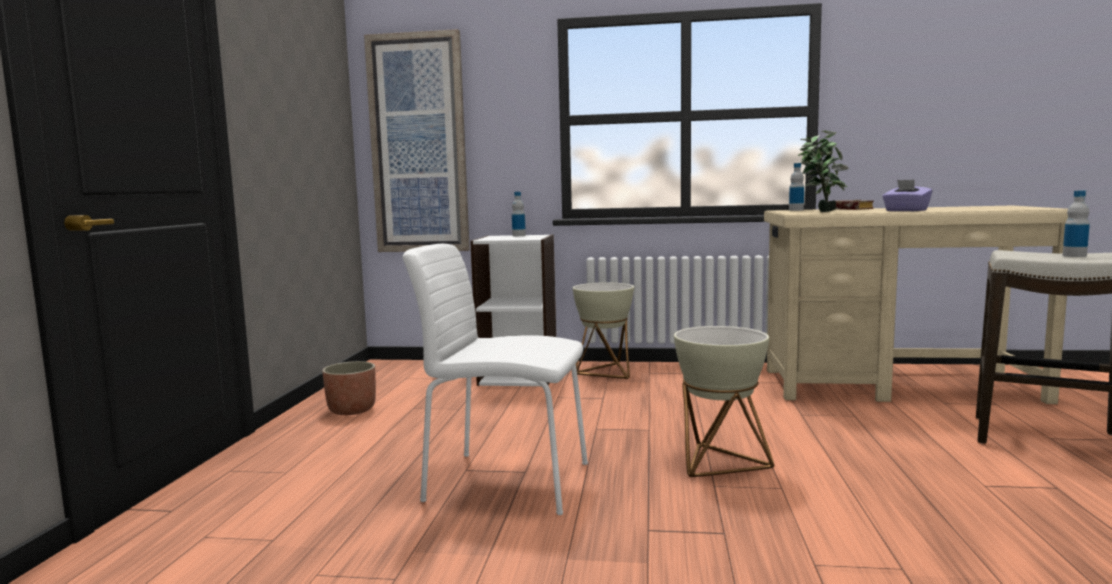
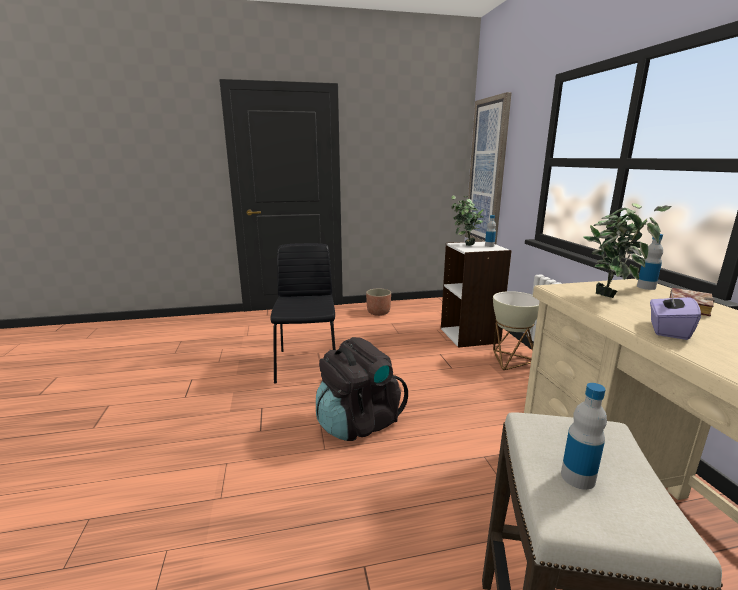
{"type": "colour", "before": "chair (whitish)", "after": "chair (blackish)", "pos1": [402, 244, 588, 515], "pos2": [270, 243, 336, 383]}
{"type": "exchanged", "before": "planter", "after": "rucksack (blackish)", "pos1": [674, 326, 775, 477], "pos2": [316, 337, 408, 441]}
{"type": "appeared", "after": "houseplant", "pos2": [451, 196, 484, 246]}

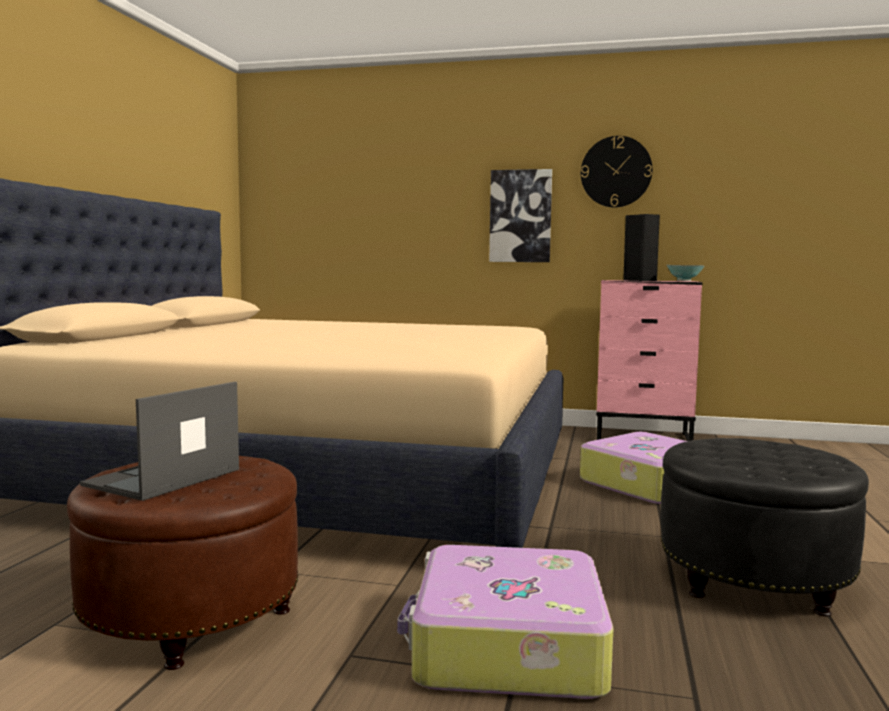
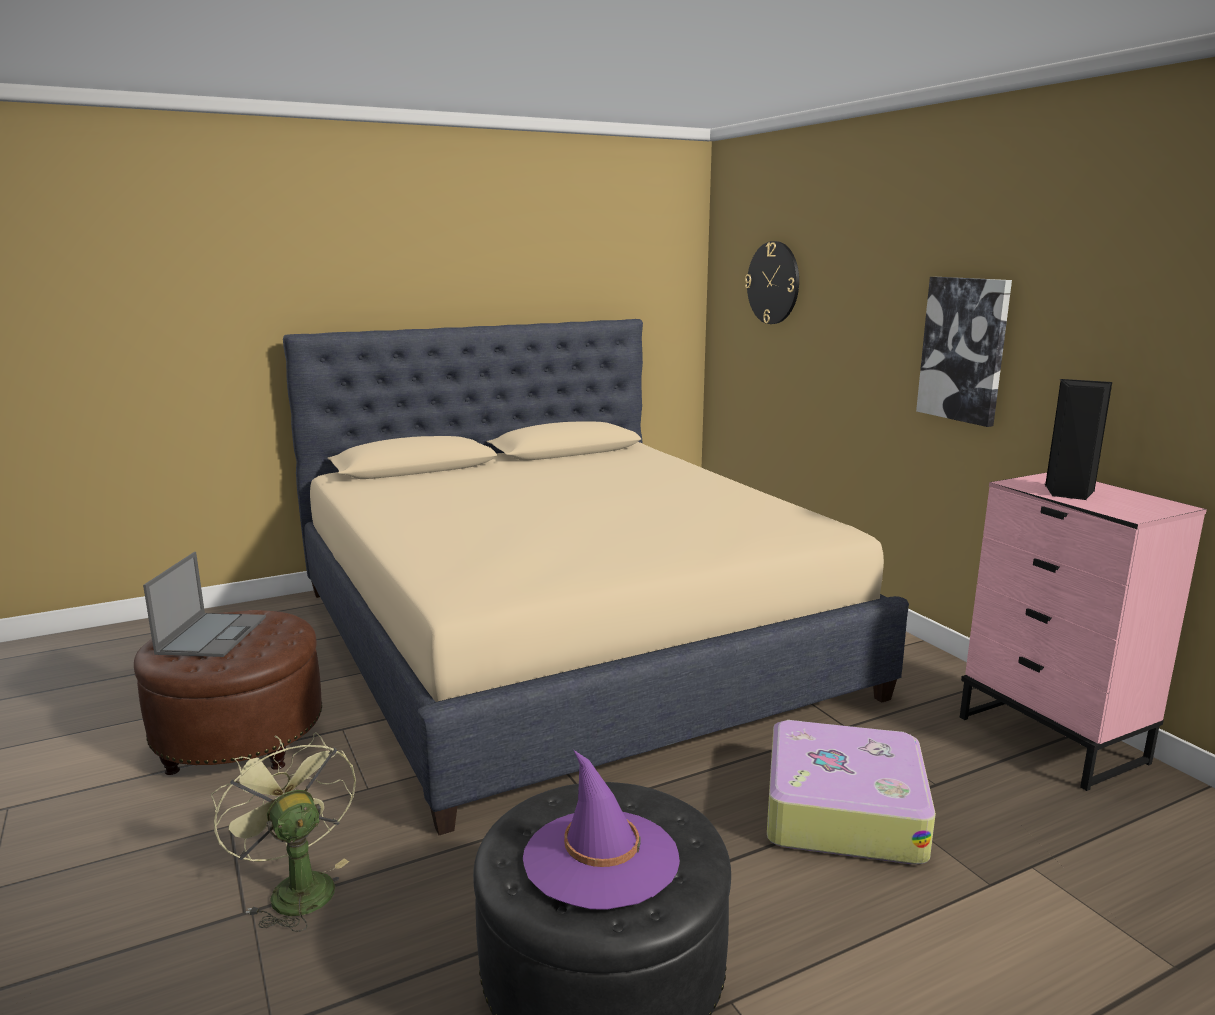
{"type": "spun", "before": "portable computer", "pos1": [80, 382, 239, 501], "pos2": [143, 552, 266, 657], "turn": 105}
{"type": "exchanged", "before": "travel case", "after": "fan (greenish)", "pos1": [397, 545, 613, 699], "pos2": [211, 732, 356, 932]}
{"type": "appeared", "after": "hat (purple-coloured)", "pos2": [523, 750, 680, 910]}
{"type": "relocated", "before": "wall clock", "pos1": [581, 136, 652, 207], "pos2": [745, 241, 799, 324]}
{"type": "missing", "before": "bowl", "pos1": [666, 265, 705, 281]}

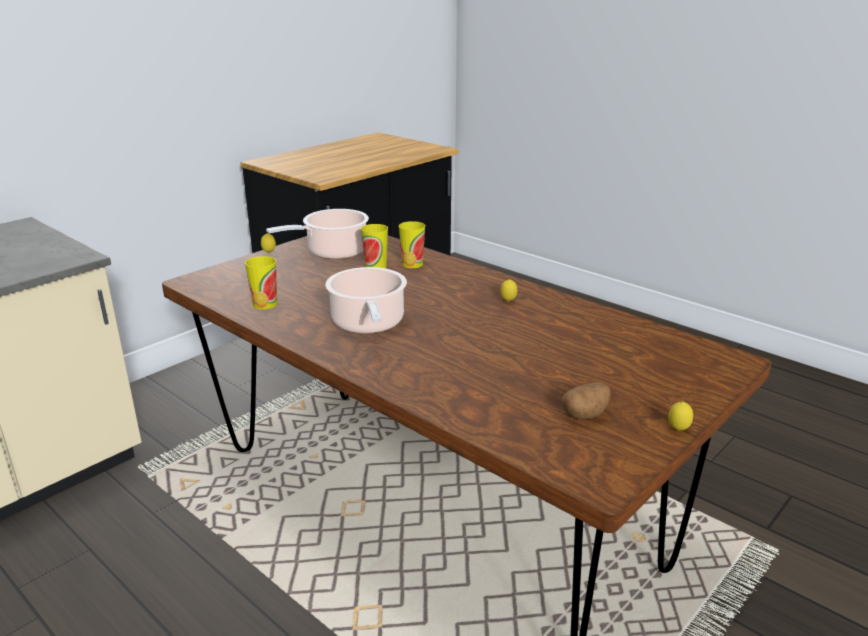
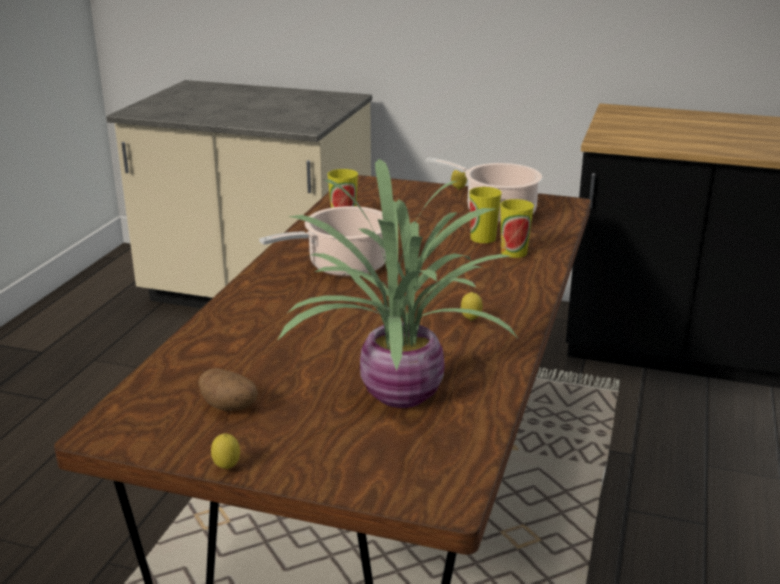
{"type": "appeared", "after": "houseplant", "pos2": [277, 159, 517, 408]}

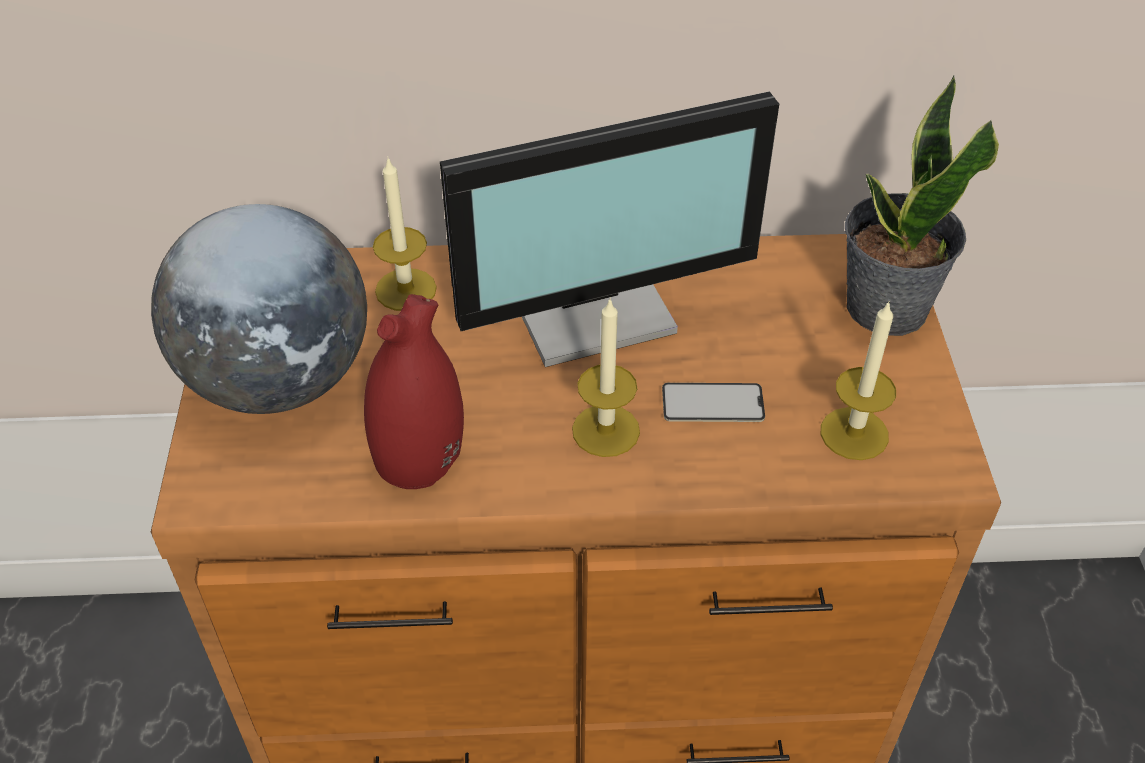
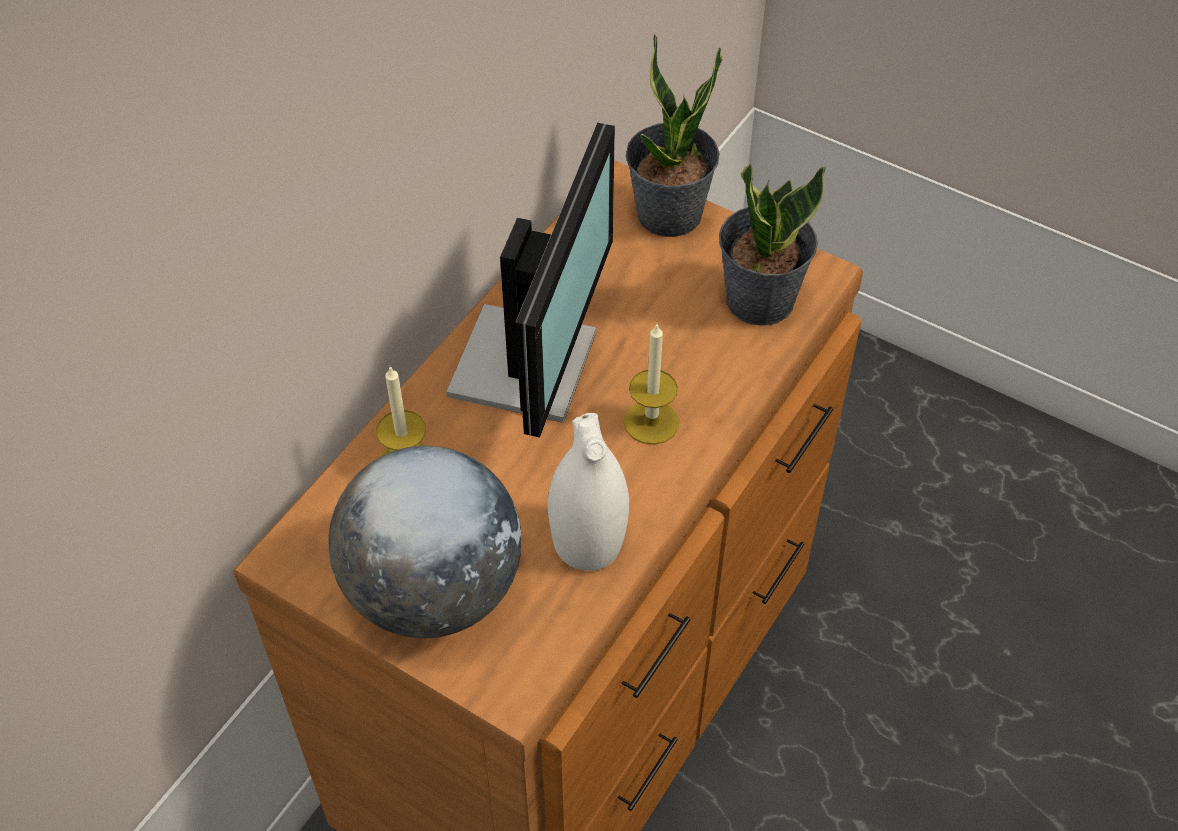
{"type": "colour", "before": "vase (red)", "after": "vase (whitish)", "pos1": [364, 294, 464, 489], "pos2": [548, 413, 629, 571]}
{"type": "exchanged", "before": "candle", "after": "houseplant", "pos1": [821, 301, 896, 460], "pos2": [719, 163, 826, 326]}
{"type": "missing", "before": "telephone", "pos1": [662, 383, 765, 422]}

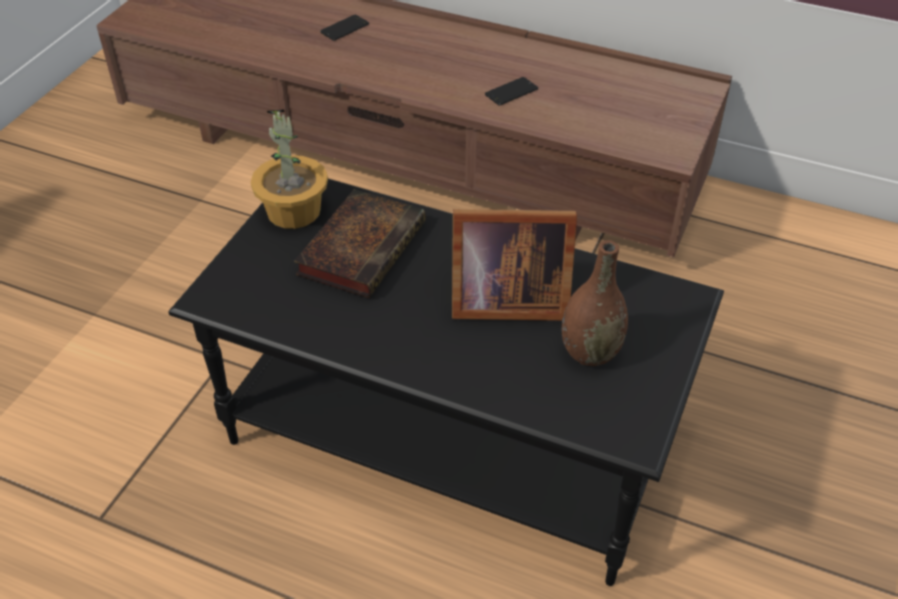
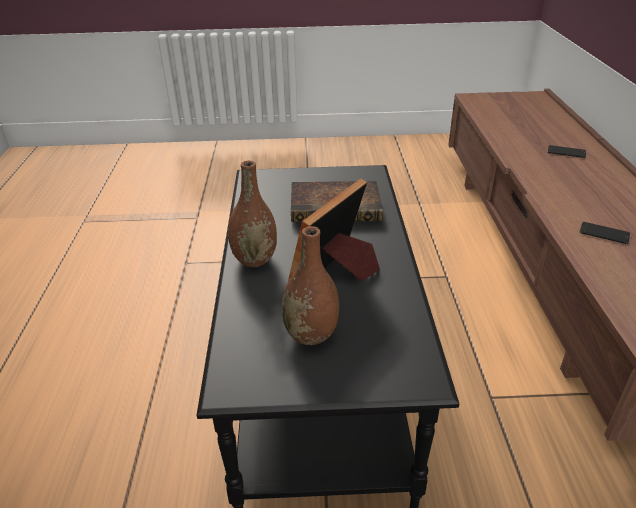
{"type": "appeared", "after": "vase (brown-coloured)", "pos2": [228, 161, 277, 267]}
{"type": "spun", "before": "photo frame", "pos1": [452, 209, 577, 321], "pos2": [288, 179, 380, 281], "turn": 60}
{"type": "missing", "before": "houseplant", "pos1": [251, 109, 328, 229]}

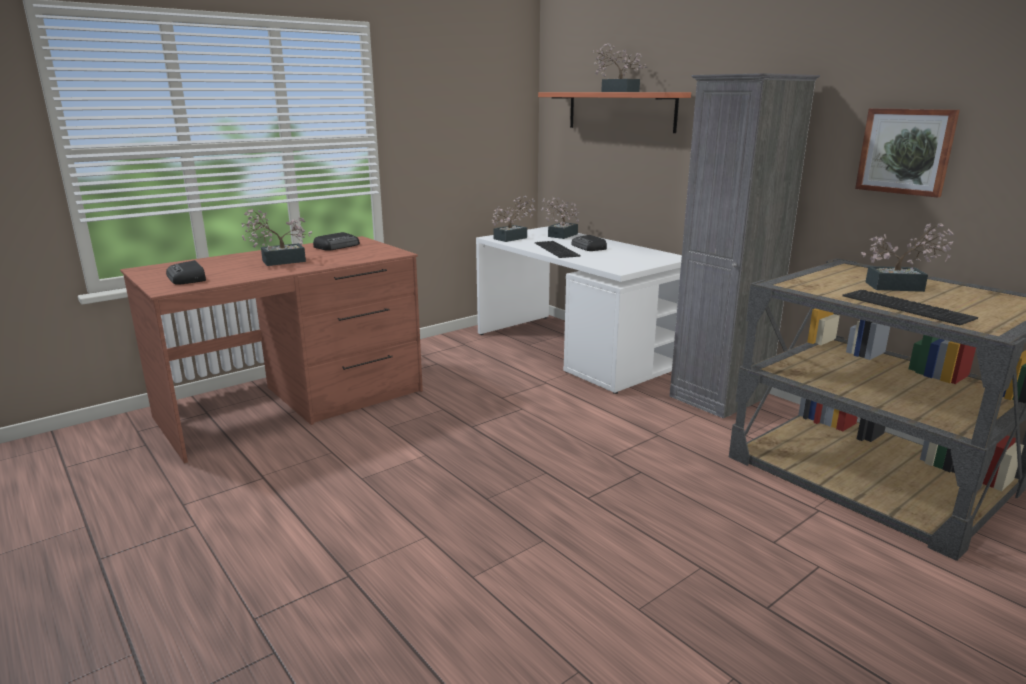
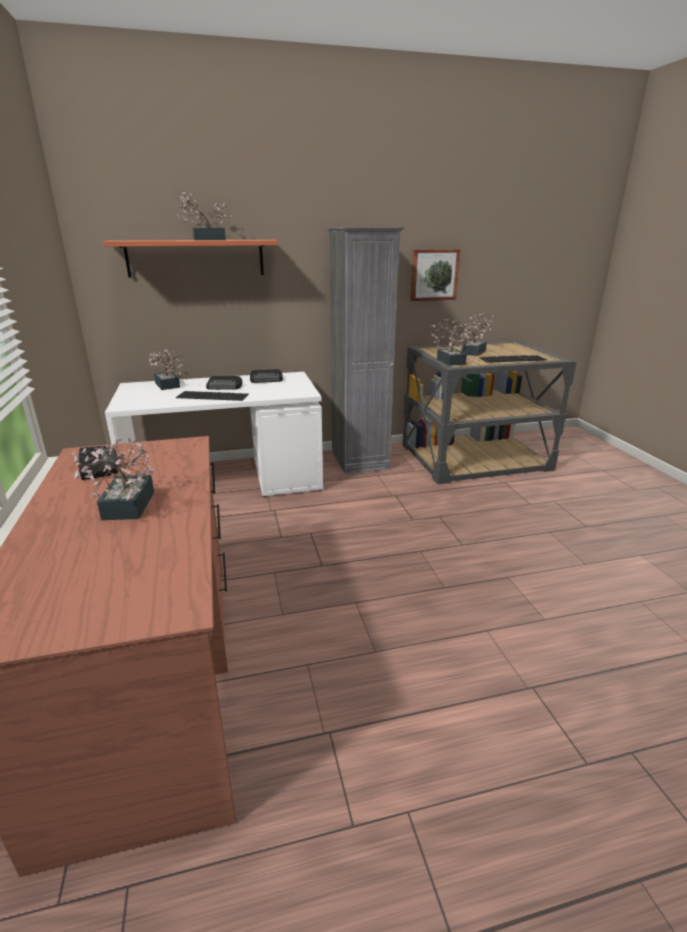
{"type": "relocated", "before": "radio set", "pos1": [166, 260, 206, 285], "pos2": [250, 369, 283, 383]}
{"type": "relocated", "before": "houseplant", "pos1": [491, 196, 536, 242], "pos2": [430, 319, 473, 366]}

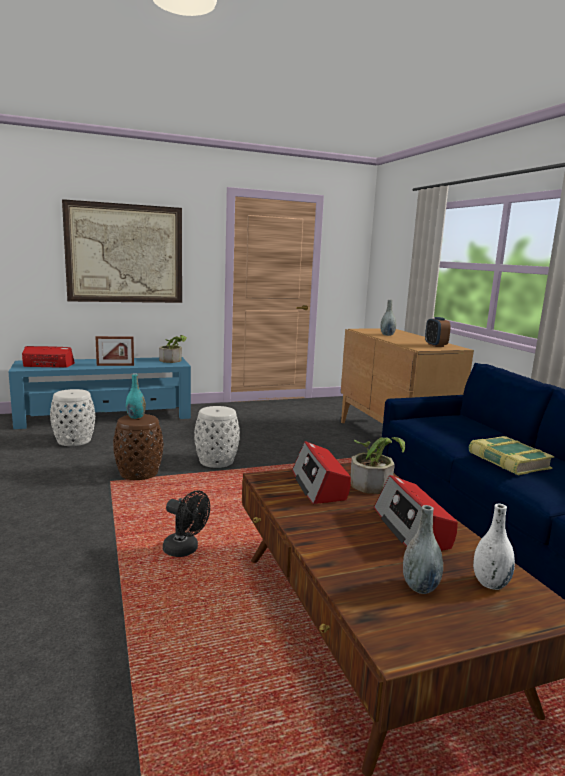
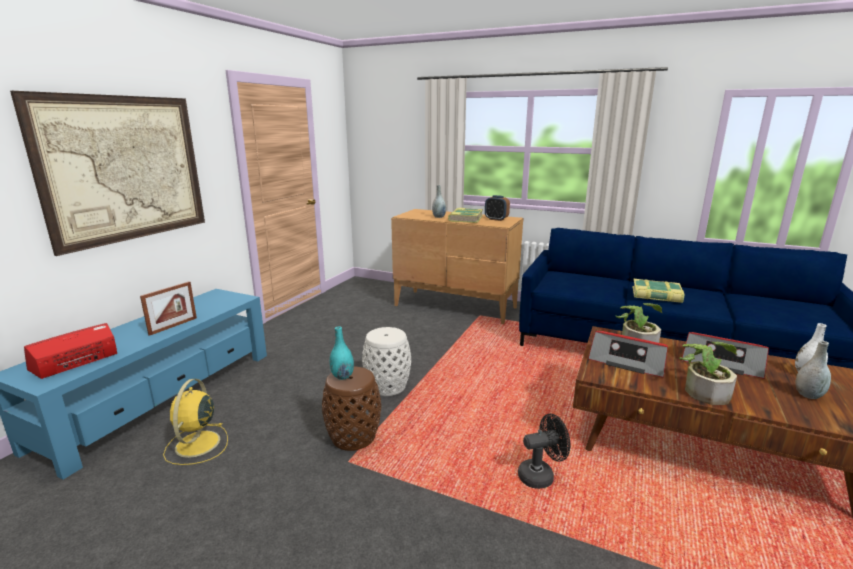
{"type": "exchanged", "before": "stool seat (whitish)", "after": "fan (yellowish)", "pos1": [50, 389, 95, 446], "pos2": [163, 379, 228, 465]}
{"type": "appeared", "after": "volume", "pos2": [448, 208, 483, 223]}
{"type": "relocated", "before": "houseplant", "pos1": [159, 335, 187, 363], "pos2": [679, 342, 737, 405]}

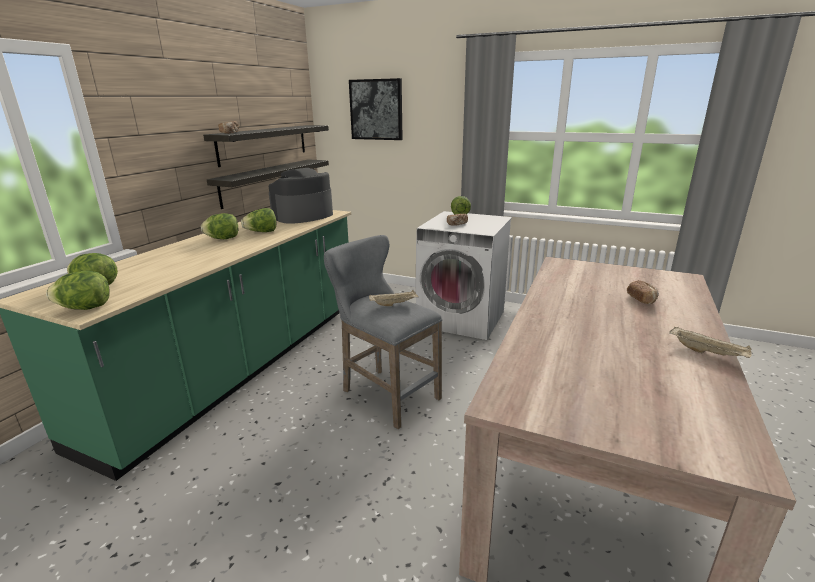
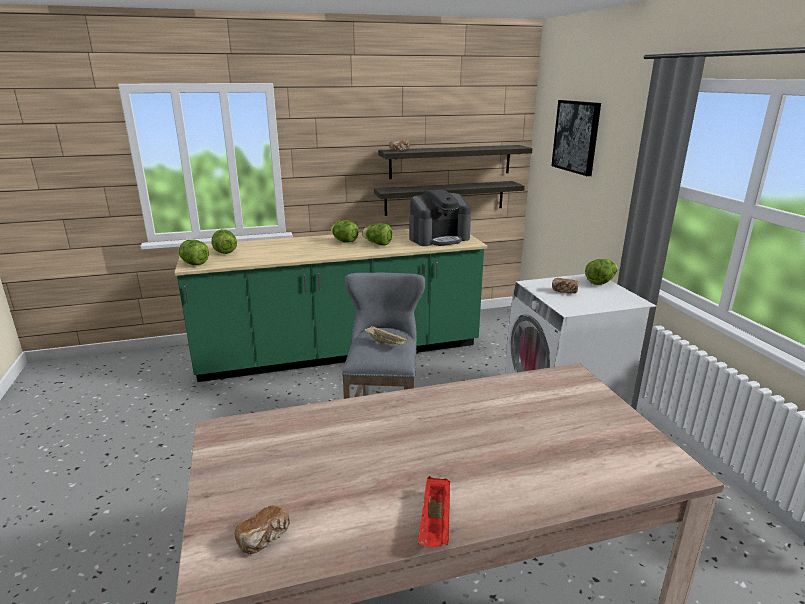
{"type": "relocated", "before": "baked bread", "pos1": [627, 280, 659, 304], "pos2": [235, 505, 290, 554]}
{"type": "spun", "before": "coffee machine", "pos1": [269, 168, 333, 224], "pos2": [409, 189, 471, 246], "turn": 150}
{"type": "colour", "before": "tray (sand-coloured)", "after": "tray (red)", "pos1": [669, 327, 752, 358], "pos2": [418, 476, 450, 547]}

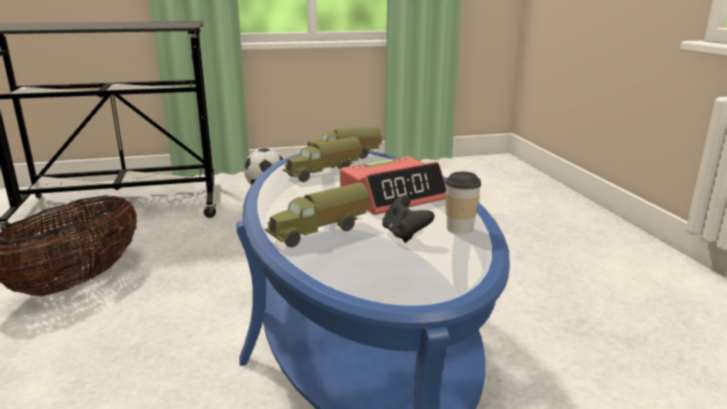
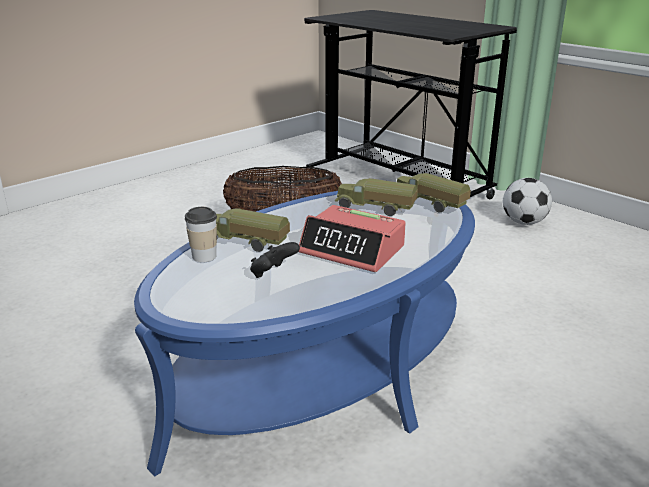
{"type": "relocated", "before": "drinking cup", "pos1": [445, 172, 481, 234], "pos2": [185, 207, 217, 262]}

